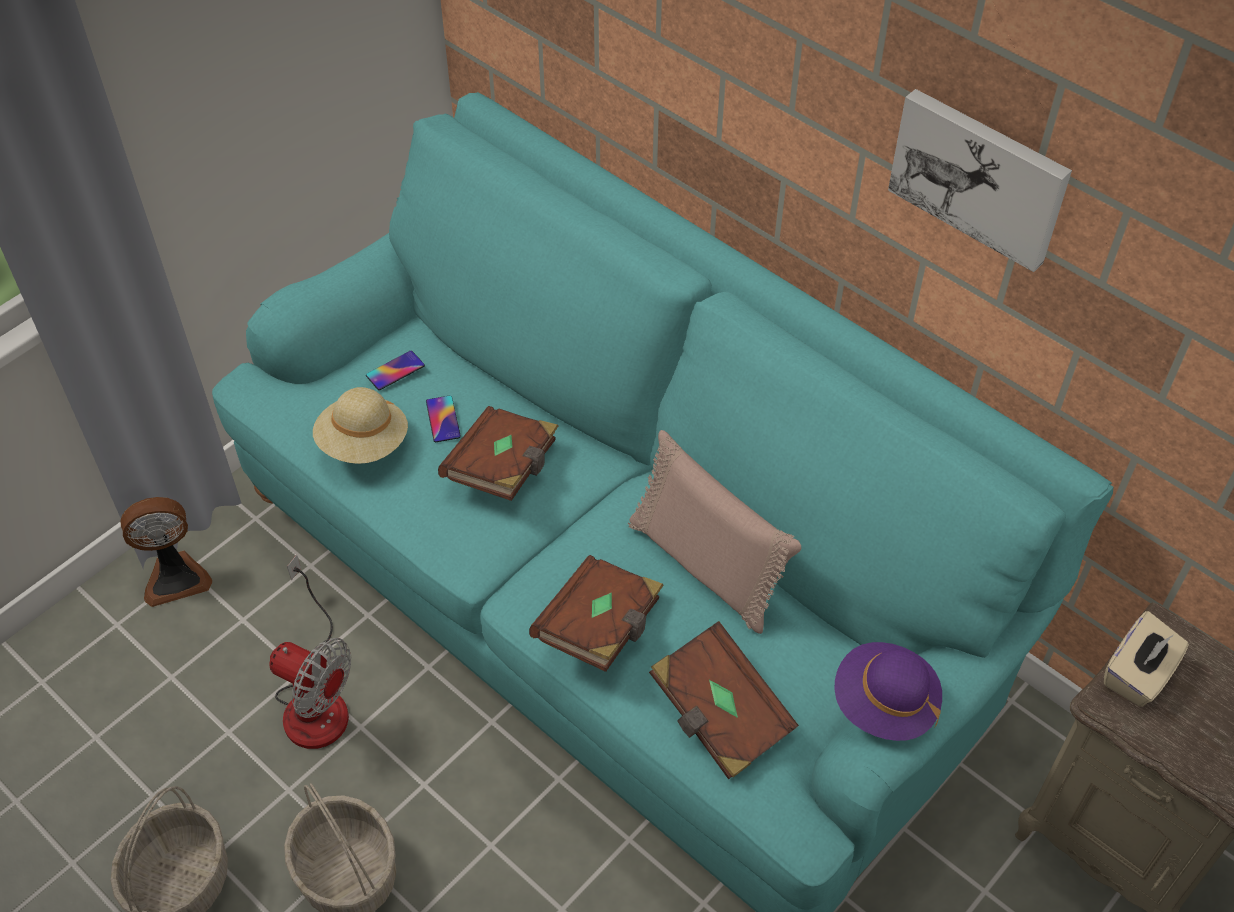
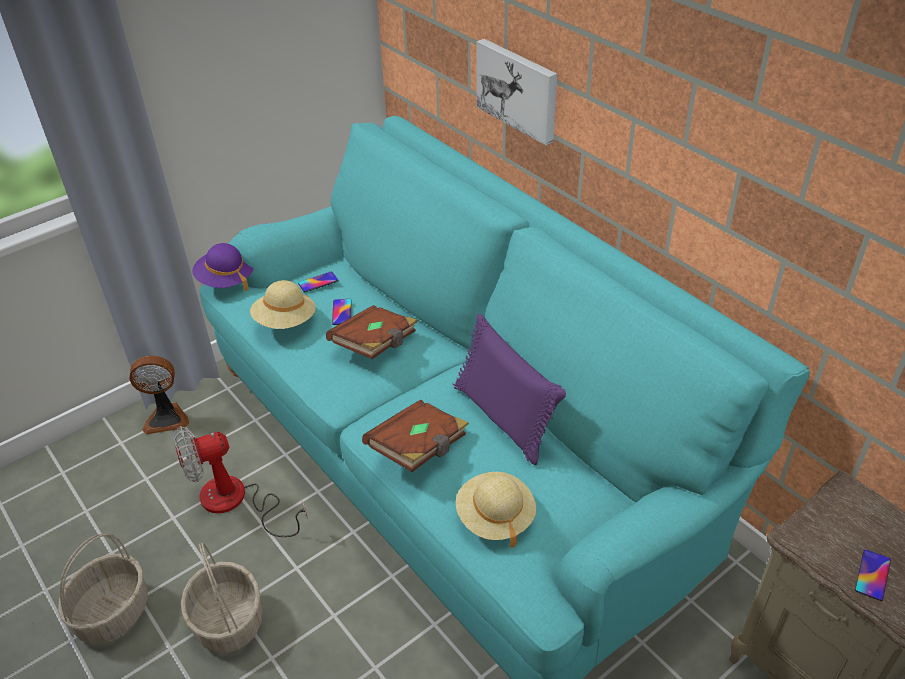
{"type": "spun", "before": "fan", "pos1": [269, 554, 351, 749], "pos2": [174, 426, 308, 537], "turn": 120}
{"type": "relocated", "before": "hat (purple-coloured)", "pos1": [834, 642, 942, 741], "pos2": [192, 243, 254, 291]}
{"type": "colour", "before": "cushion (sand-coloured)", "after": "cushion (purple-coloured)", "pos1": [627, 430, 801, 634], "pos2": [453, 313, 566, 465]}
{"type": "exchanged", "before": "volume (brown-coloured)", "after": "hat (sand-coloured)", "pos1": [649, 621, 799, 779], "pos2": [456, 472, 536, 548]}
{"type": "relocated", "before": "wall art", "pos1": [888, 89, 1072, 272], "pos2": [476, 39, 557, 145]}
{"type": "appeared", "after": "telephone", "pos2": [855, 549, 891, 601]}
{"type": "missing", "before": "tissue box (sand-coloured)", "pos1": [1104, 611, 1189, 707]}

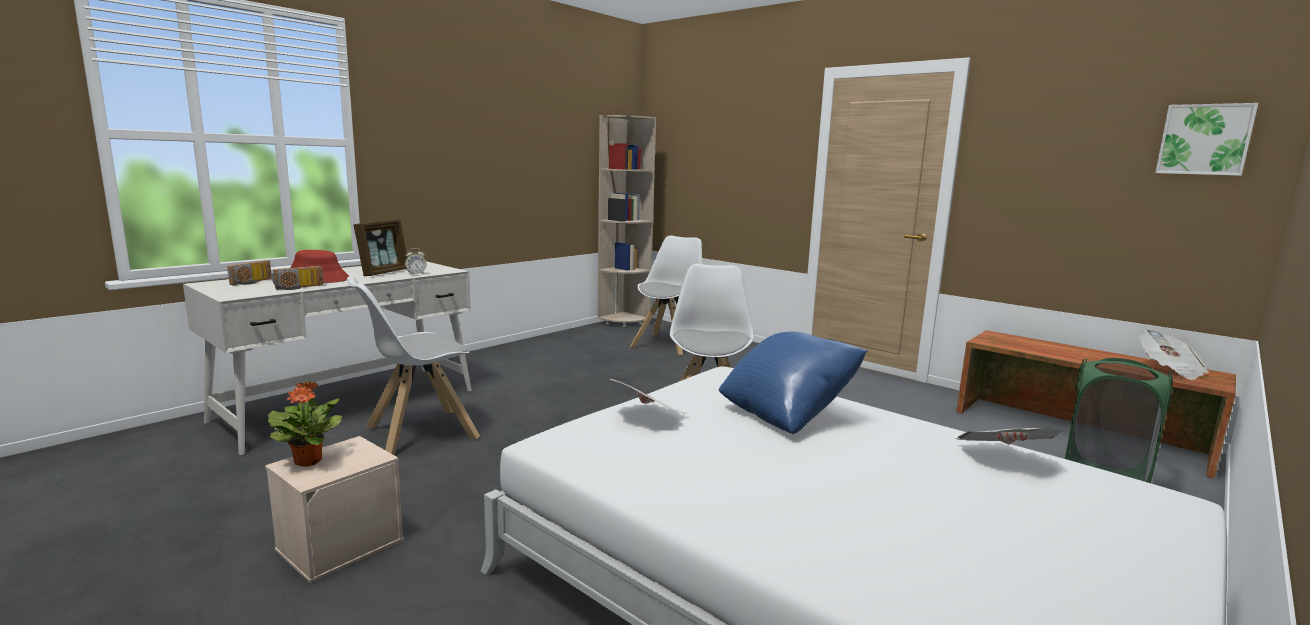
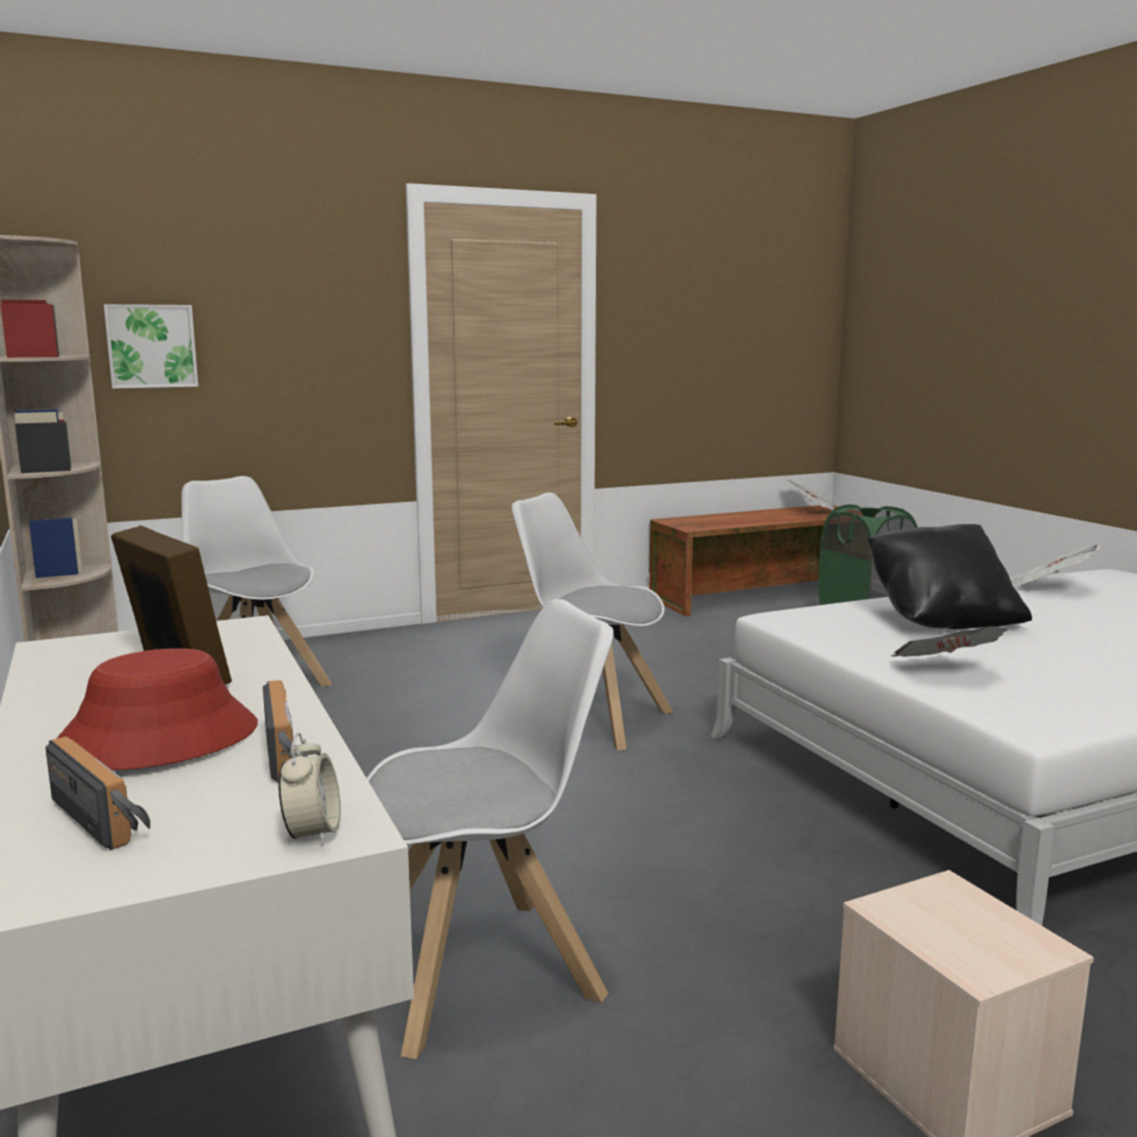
{"type": "relocated", "before": "wall art", "pos1": [1155, 103, 1258, 176], "pos2": [104, 304, 198, 389]}
{"type": "relocated", "before": "bedside clock", "pos1": [405, 248, 426, 275], "pos2": [278, 733, 341, 846]}
{"type": "spun", "before": "chair", "pos1": [347, 276, 480, 455], "pos2": [367, 599, 614, 1059], "turn": -105}
{"type": "colour", "before": "cushion (blue-coloured)", "after": "cushion (blackish)", "pos1": [719, 331, 867, 434], "pos2": [868, 524, 1032, 629]}
{"type": "missing", "before": "houseplant", "pos1": [268, 381, 343, 467]}

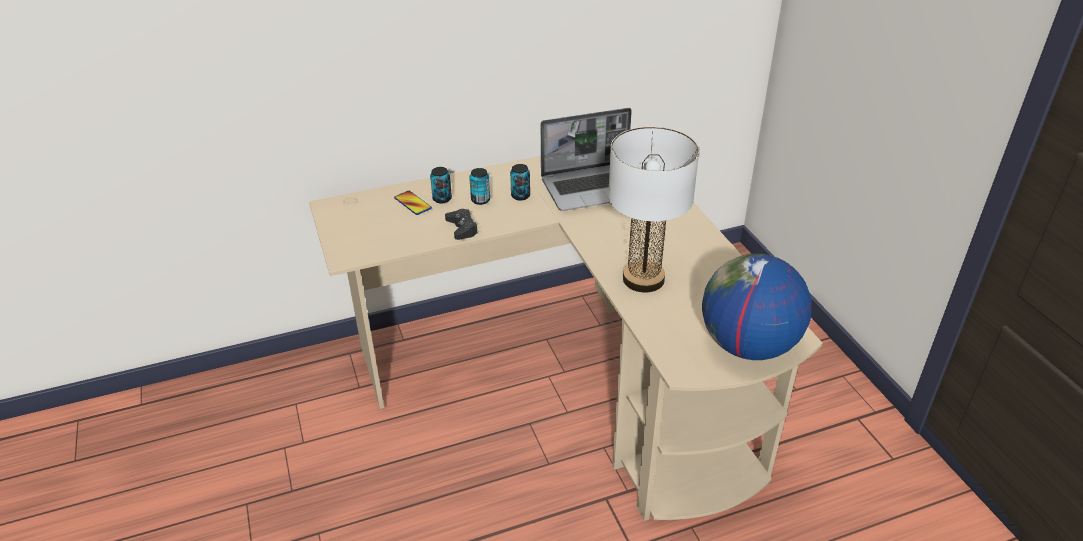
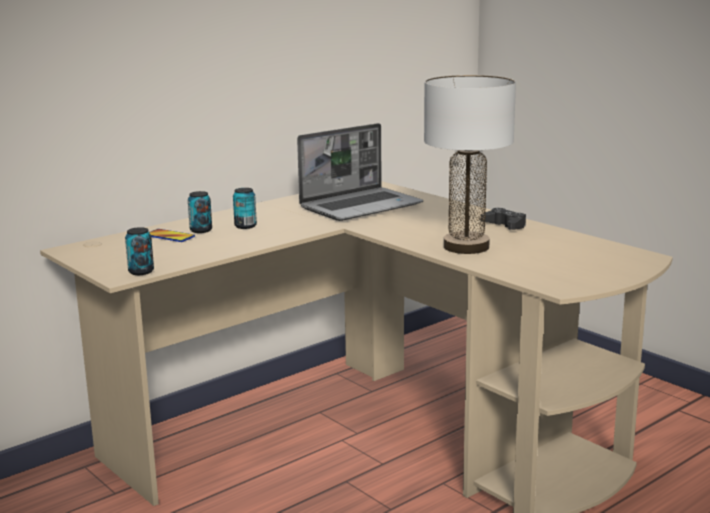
{"type": "relocated", "before": "metal can", "pos1": [510, 164, 530, 201], "pos2": [125, 227, 154, 275]}
{"type": "relocated", "before": "game controller (blackish)", "pos1": [445, 209, 479, 240], "pos2": [481, 208, 526, 230]}
{"type": "missing", "before": "world globe", "pos1": [702, 254, 812, 360]}

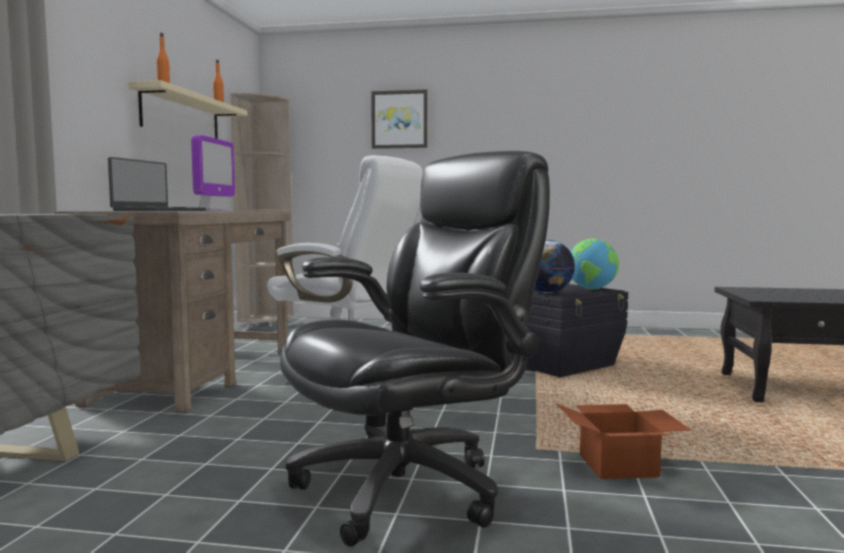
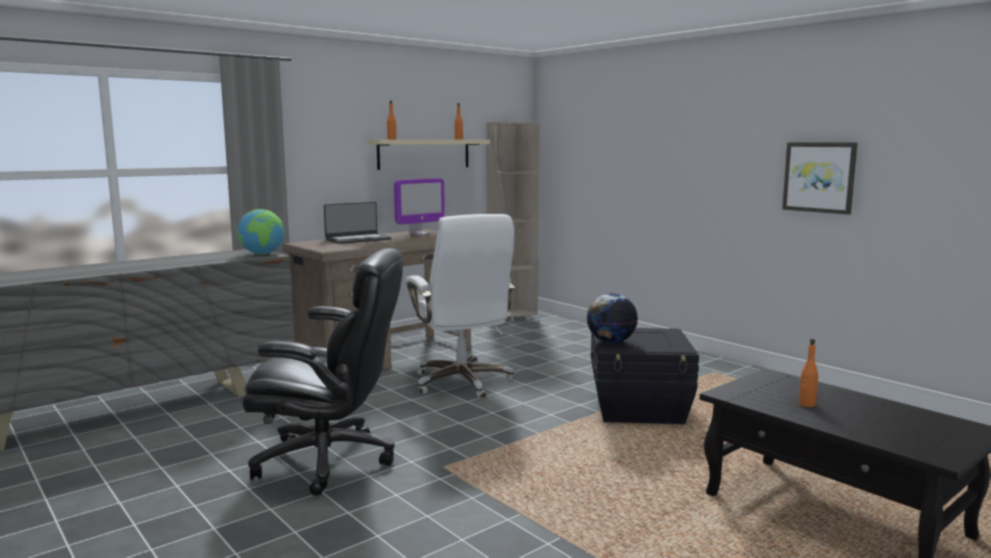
{"type": "relocated", "before": "world globe", "pos1": [570, 238, 619, 289], "pos2": [237, 209, 284, 255]}
{"type": "relocated", "before": "wall art", "pos1": [371, 90, 428, 149], "pos2": [782, 142, 858, 215]}
{"type": "appeared", "after": "bottle (orangey)", "pos2": [799, 339, 818, 407]}
{"type": "missing", "before": "packing box", "pos1": [557, 404, 691, 479]}

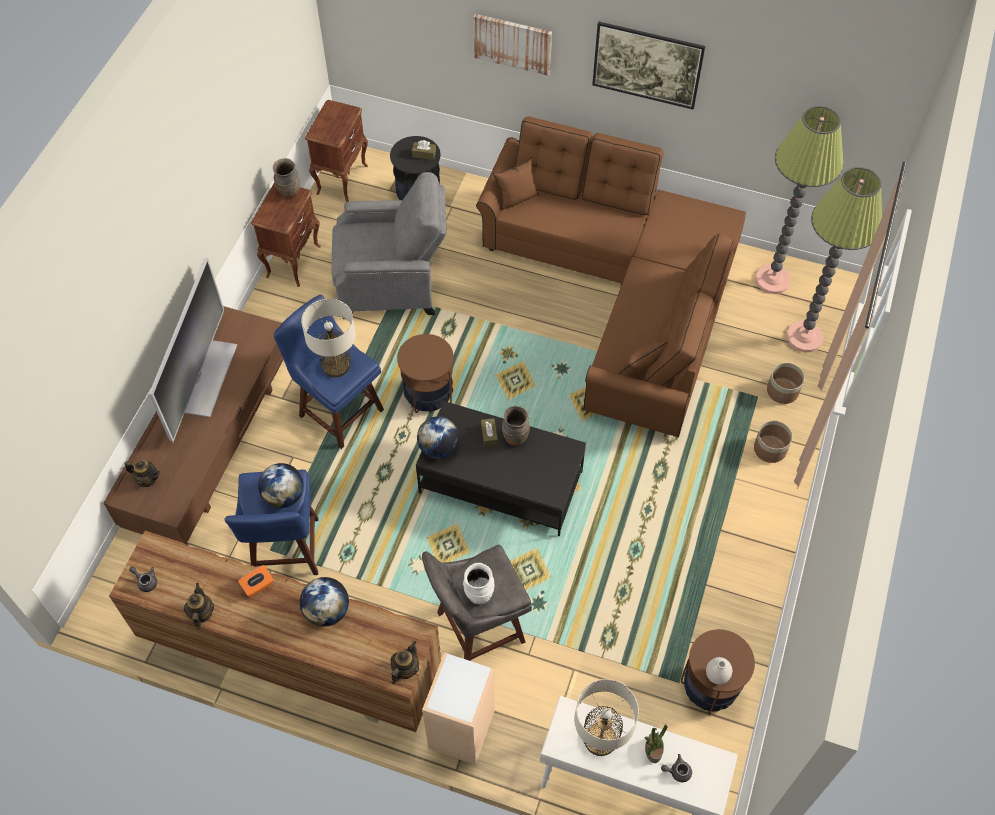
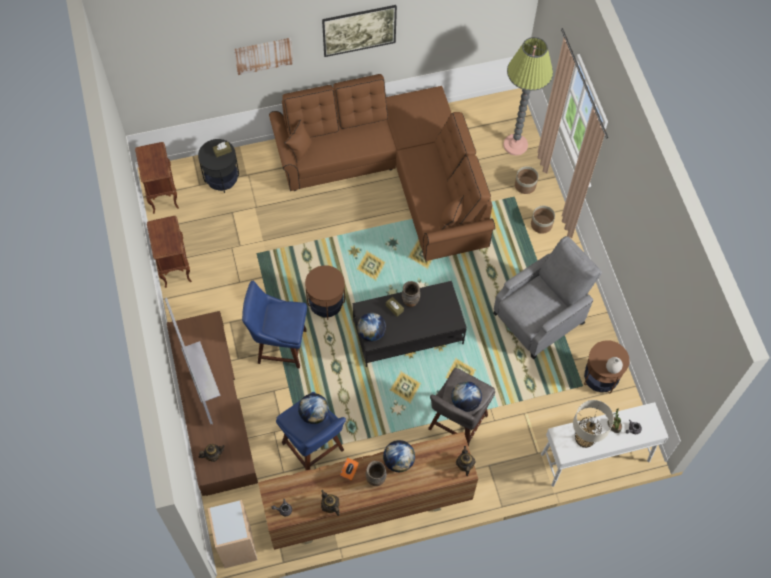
{"type": "relocated", "before": "shelving unit", "pos1": [422, 652, 495, 765], "pos2": [208, 500, 257, 568]}
{"type": "relocated", "before": "vase (brown-coloured)", "pos1": [273, 158, 300, 198], "pos2": [366, 461, 387, 486]}
{"type": "exchanged", "before": "vase (whitish)", "after": "world globe", "pos1": [463, 563, 494, 605], "pos2": [451, 381, 482, 412]}
{"type": "relocated", "before": "easy chair (greyish)", "pos1": [331, 172, 447, 319], "pos2": [493, 236, 602, 359]}
{"type": "missing", "before": "table lamp", "pos1": [301, 299, 356, 377]}
{"type": "missing", "before": "standard lamp", "pos1": [755, 106, 843, 294]}

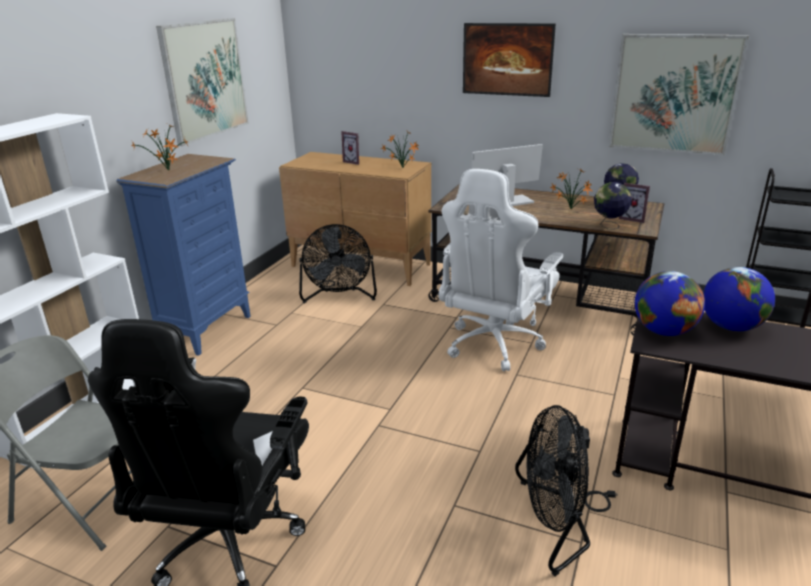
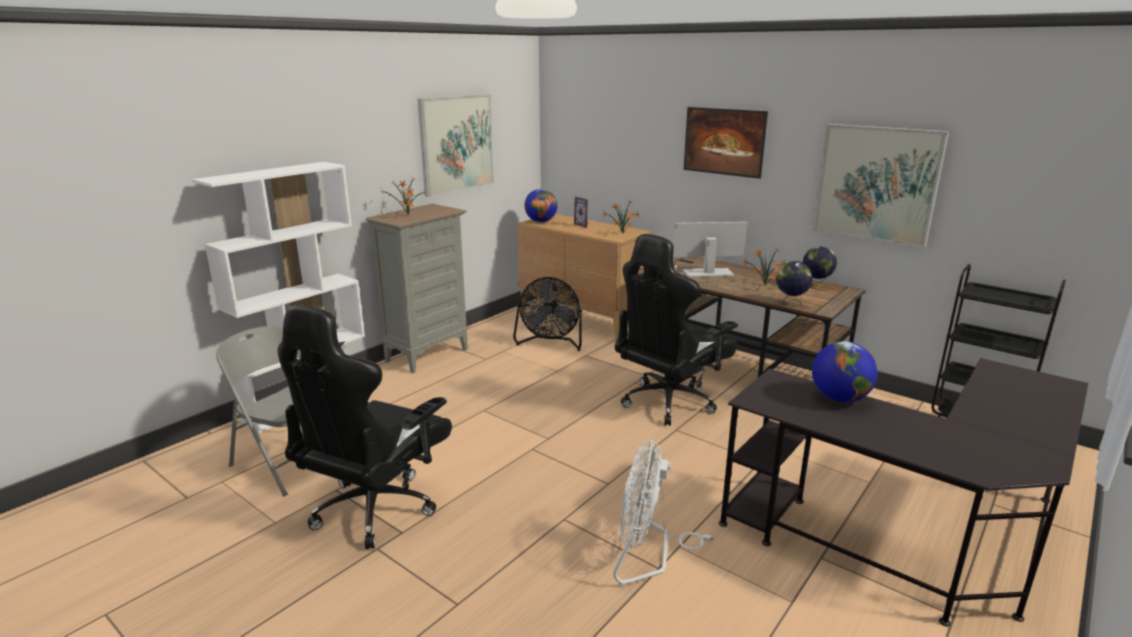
{"type": "colour", "before": "dresser (blue-coloured)", "after": "dresser (greyish)", "pos1": [116, 154, 251, 356], "pos2": [366, 204, 469, 373]}
{"type": "relocated", "before": "world globe", "pos1": [635, 271, 705, 336], "pos2": [524, 189, 557, 222]}
{"type": "colour", "before": "fan (blackish)", "after": "fan (whitish)", "pos1": [515, 405, 618, 577], "pos2": [613, 440, 712, 588]}
{"type": "colour", "before": "desk chair (whitish)", "after": "desk chair (blackish)", "pos1": [439, 169, 563, 371], "pos2": [615, 234, 738, 426]}
{"type": "missing", "before": "photo frame", "pos1": [619, 183, 650, 223]}

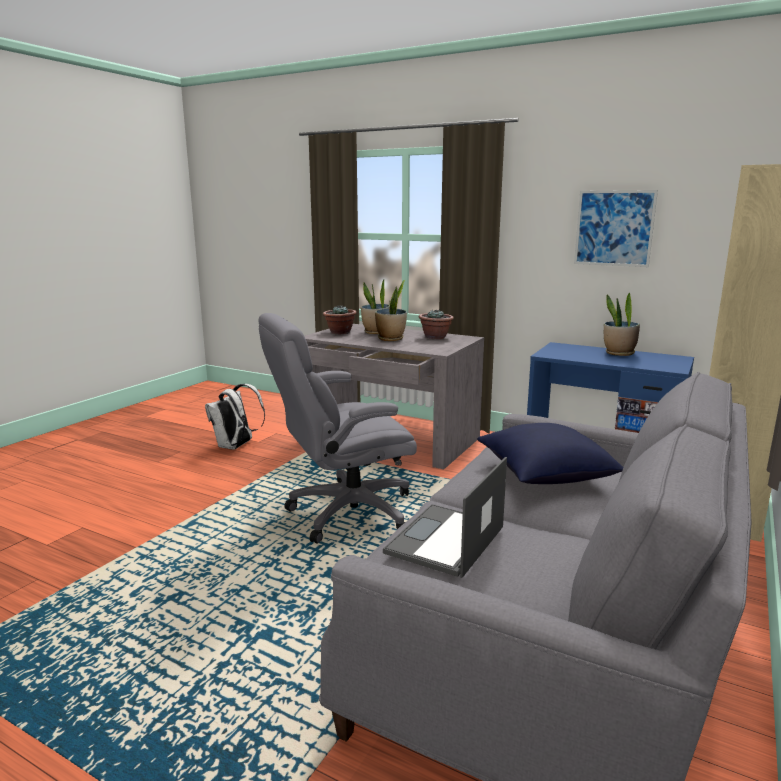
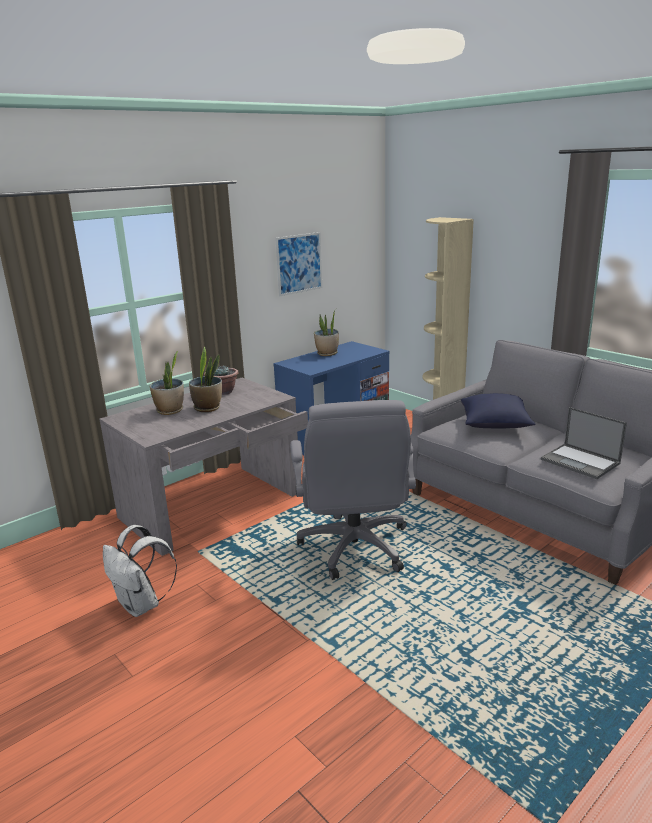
{"type": "missing", "before": "houseplant", "pos1": [323, 305, 357, 334]}

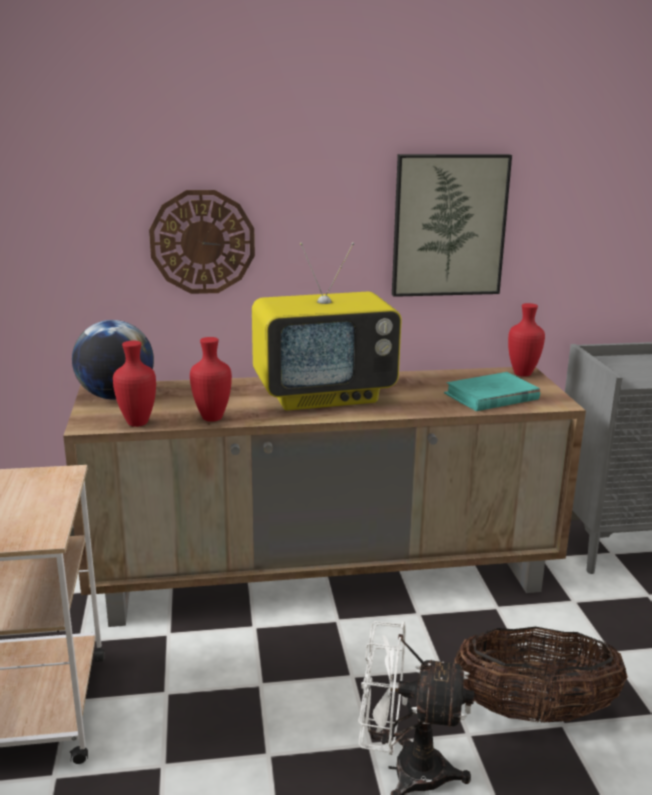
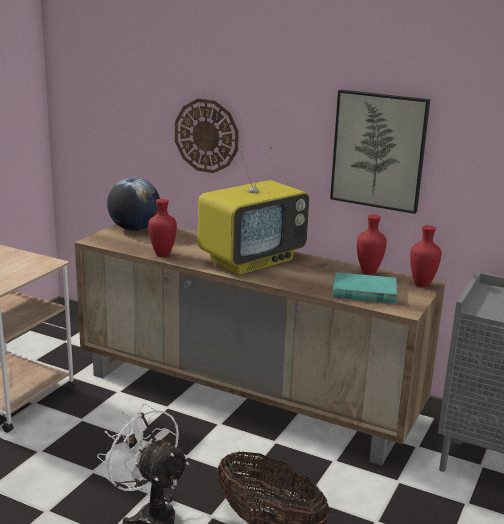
{"type": "spun", "before": "TV set", "pos1": [252, 242, 402, 411], "pos2": [198, 146, 310, 275], "turn": -60}
{"type": "relocated", "before": "vase (red)", "pos1": [113, 341, 156, 427], "pos2": [357, 215, 387, 275]}

